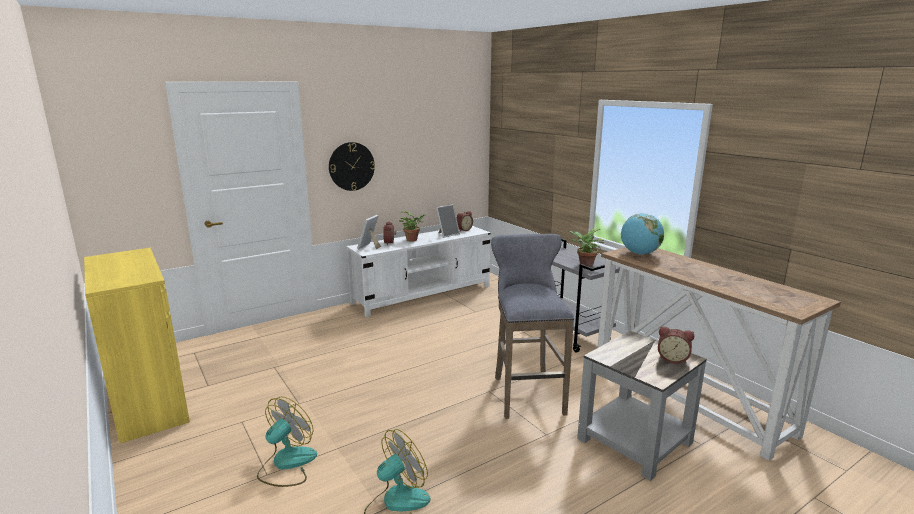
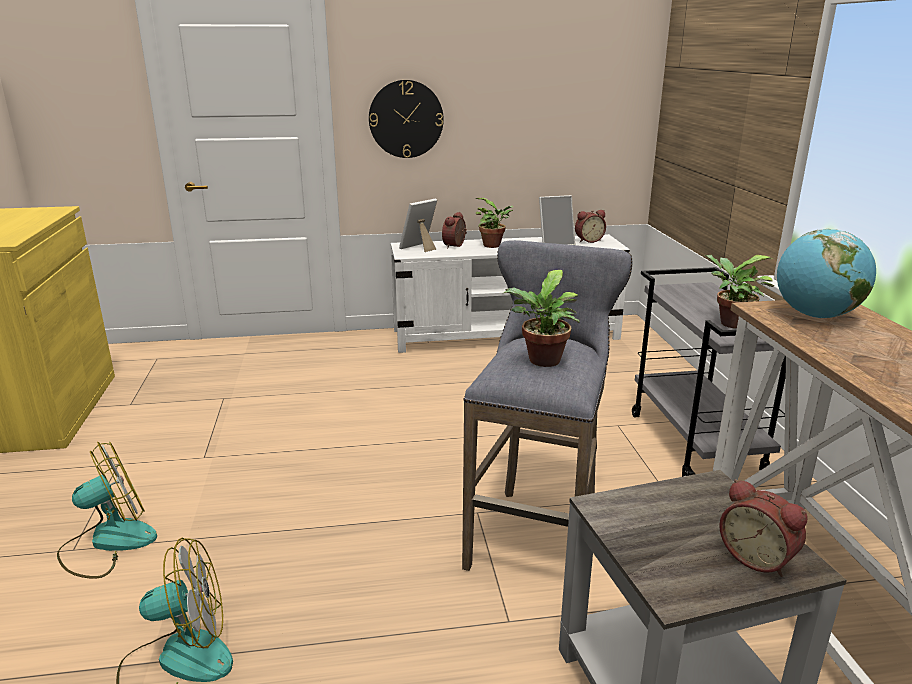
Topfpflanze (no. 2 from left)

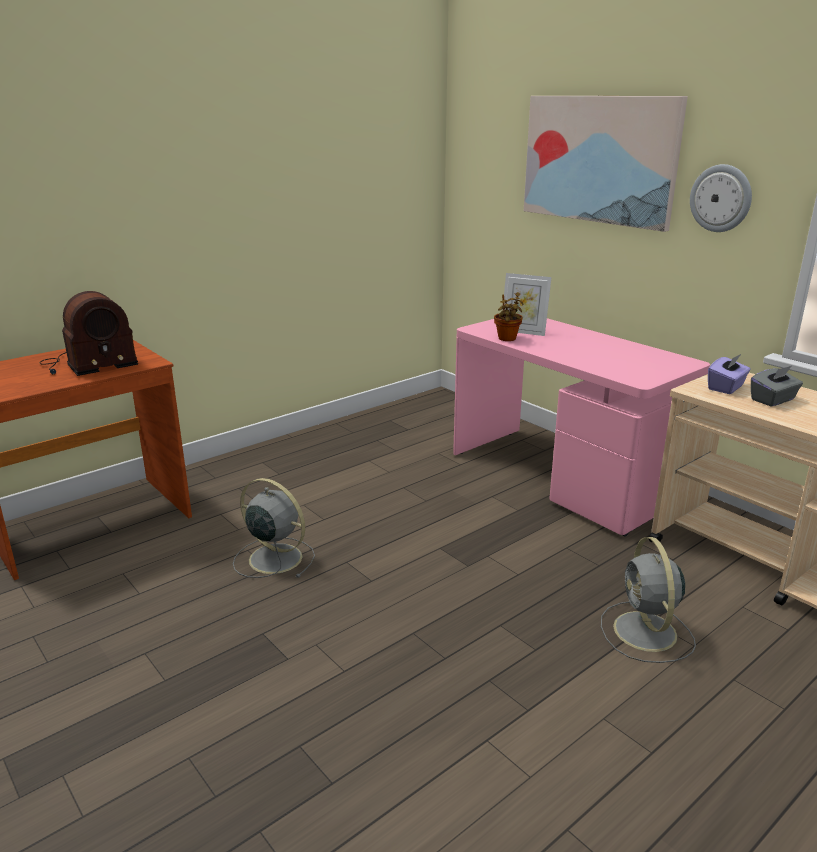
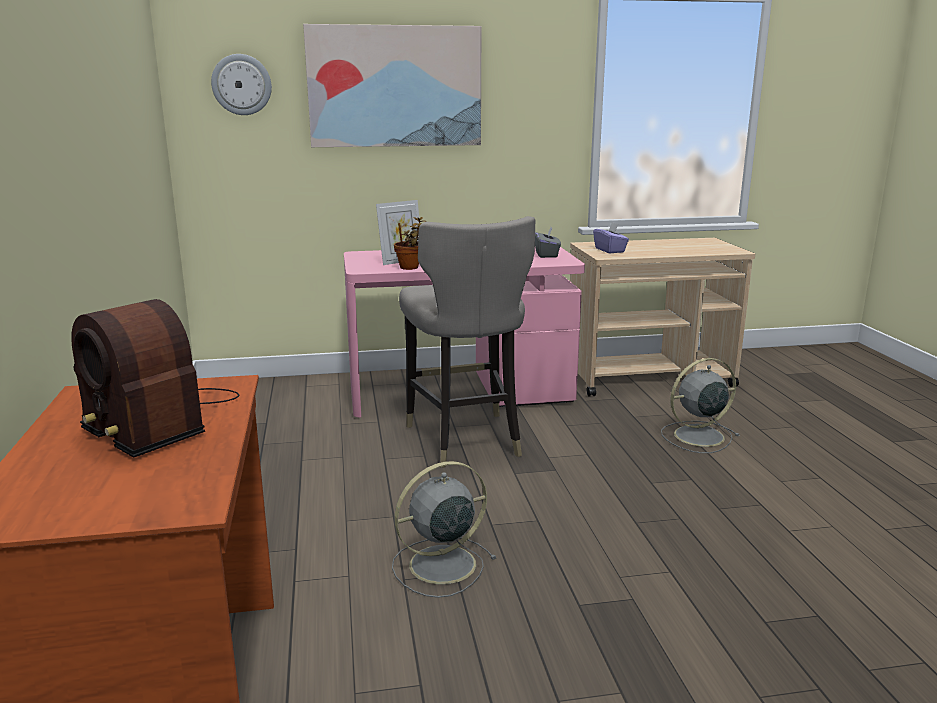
Hocker/grau
Wanduhr
Taschentuchbox/grau
Radio
Ventilator/grau (no. 2 from left)

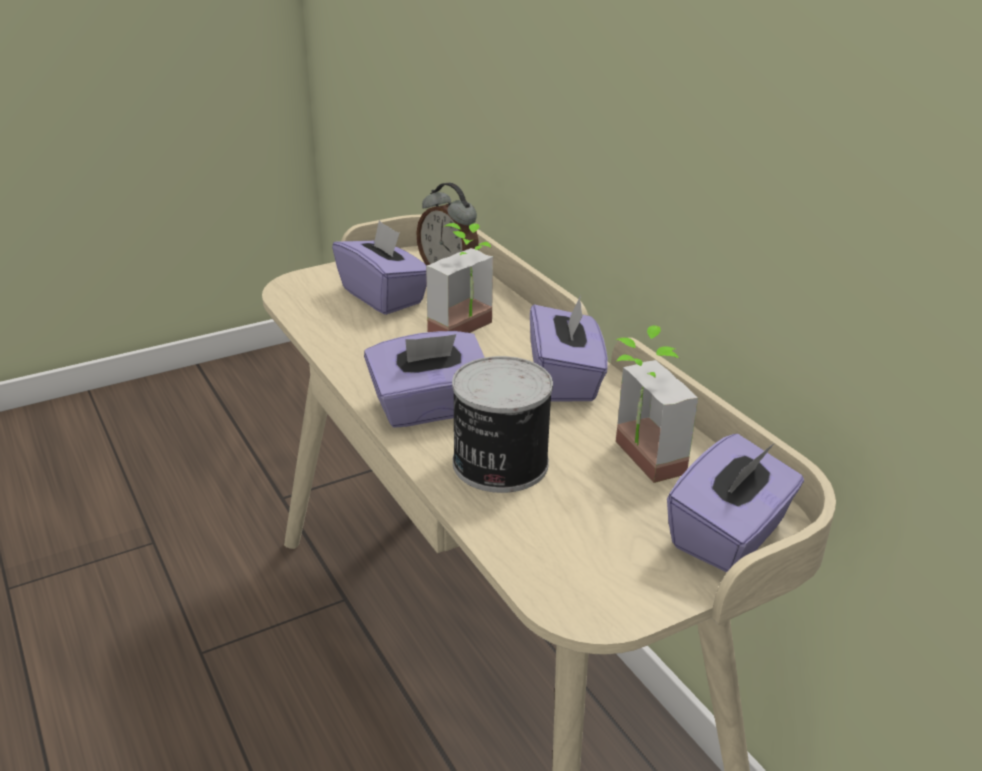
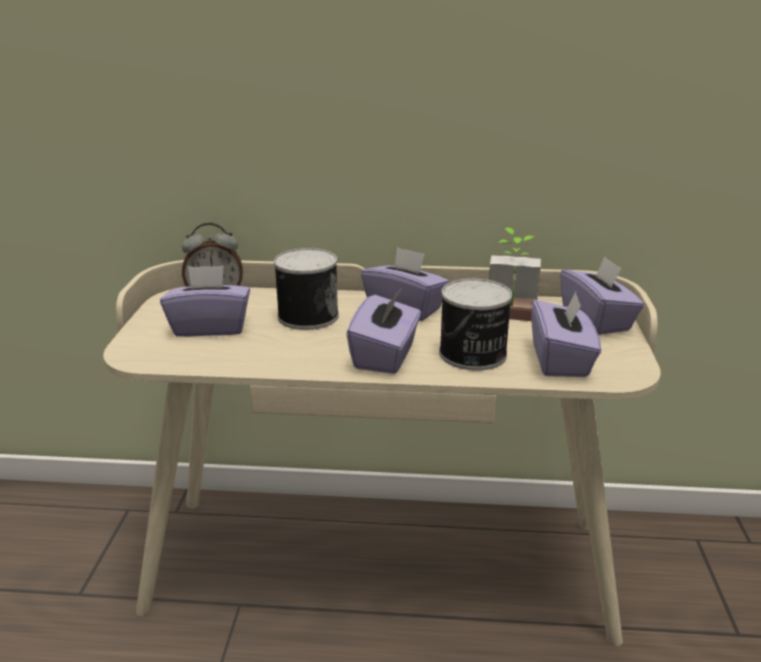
Taschentuchbox/lila (no. 4 from left)
Dose (no. 1 from left)

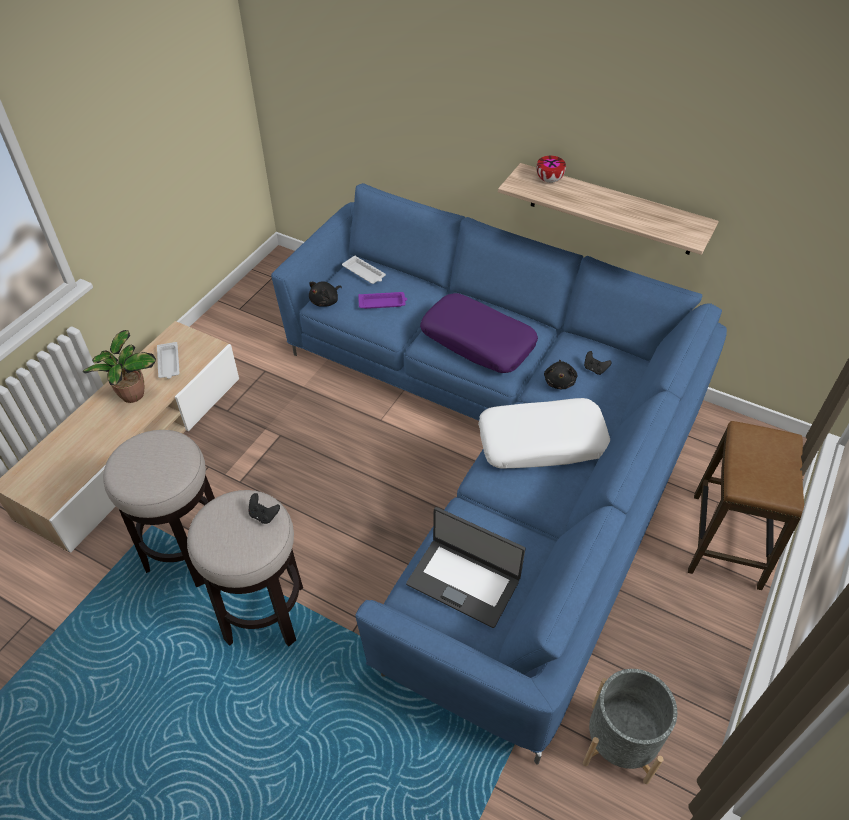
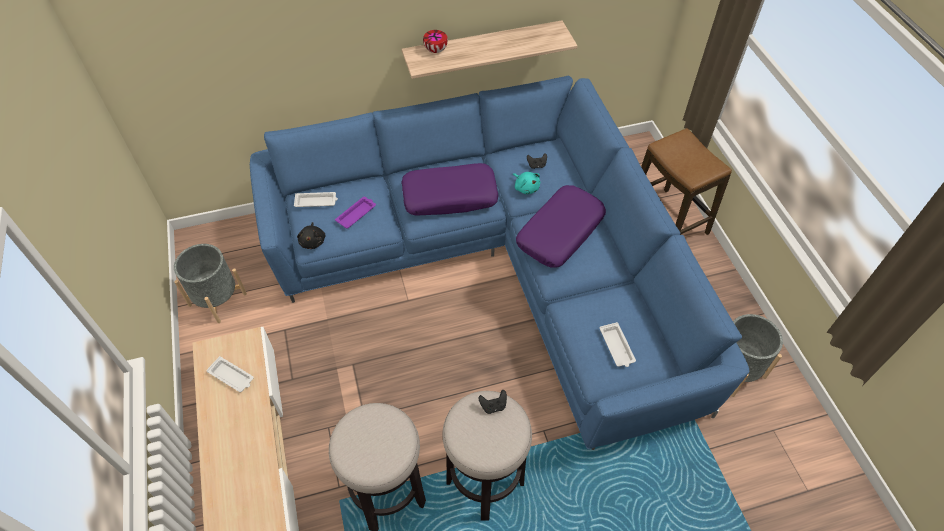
Topfpflanze
Pflanzkübel/grau (no. 1 from left)
Tablett/weiß (no. 3 from left)
Kissen/lila (no. 2 from left)
Plüschtier/türkis

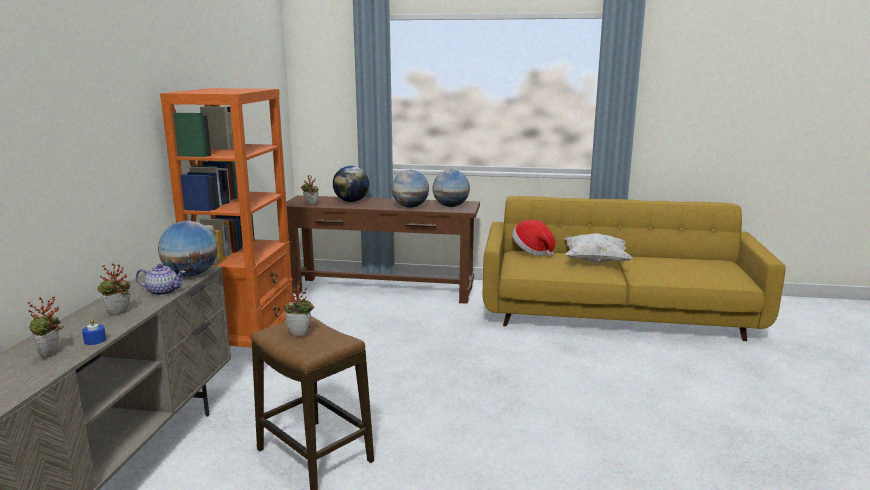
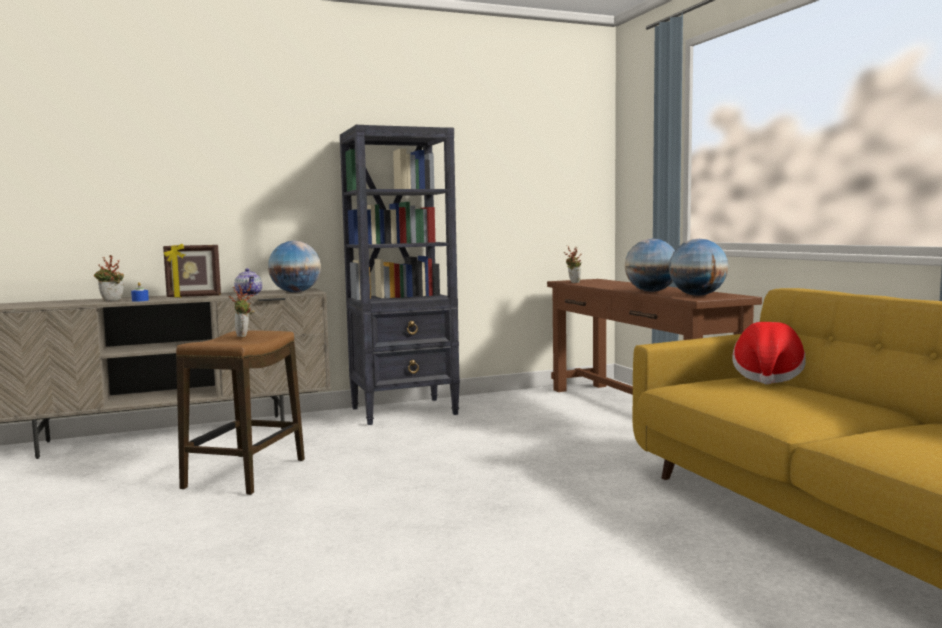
Globus (no. 2 from left in the first image)
Kissen/weiß
Bilderrahmen
Bücherregal/schwarz

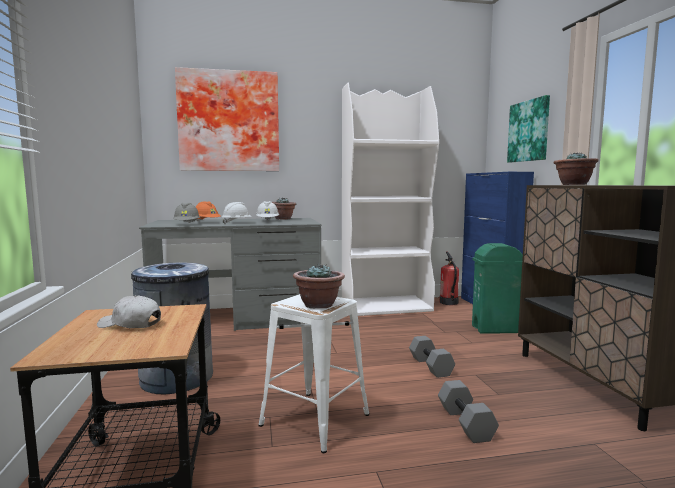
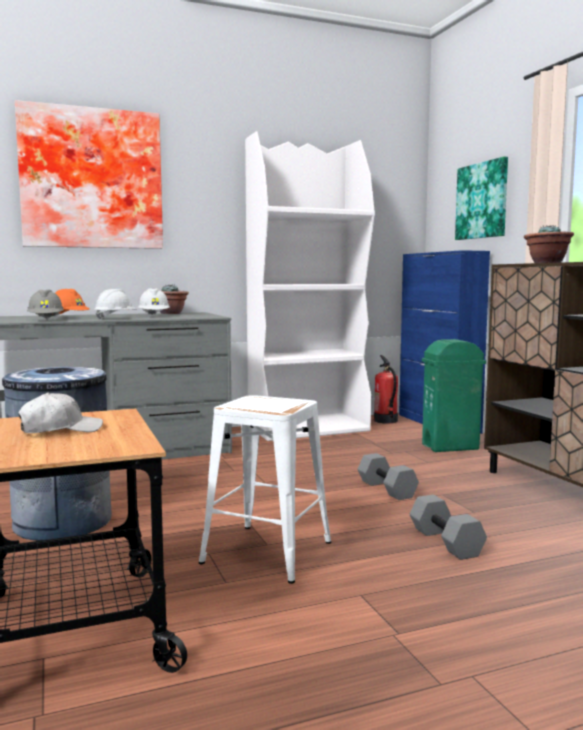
Topfpflanze (no. 2 from left in the first image)
Kappe/weiß

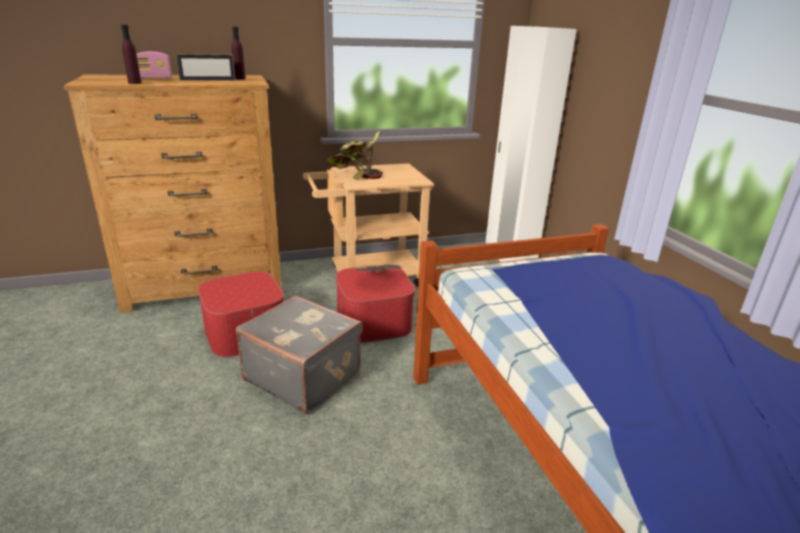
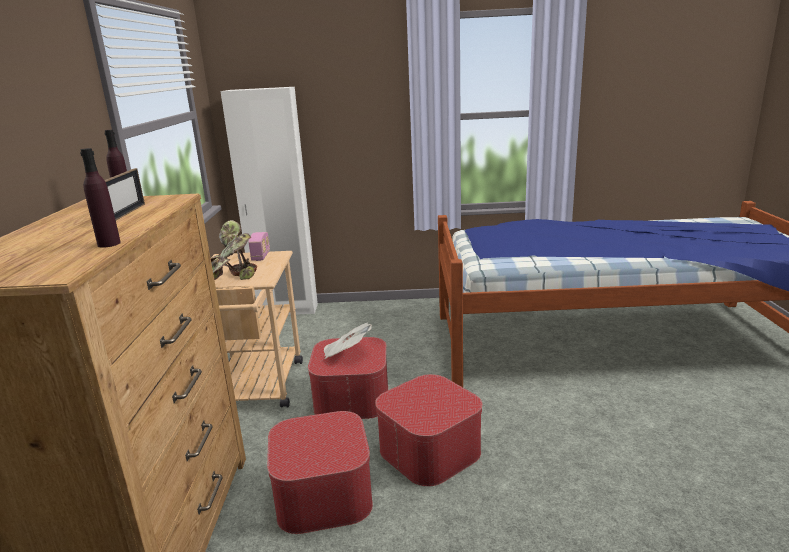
Radio
Polsterhocker (no. 3 from left)

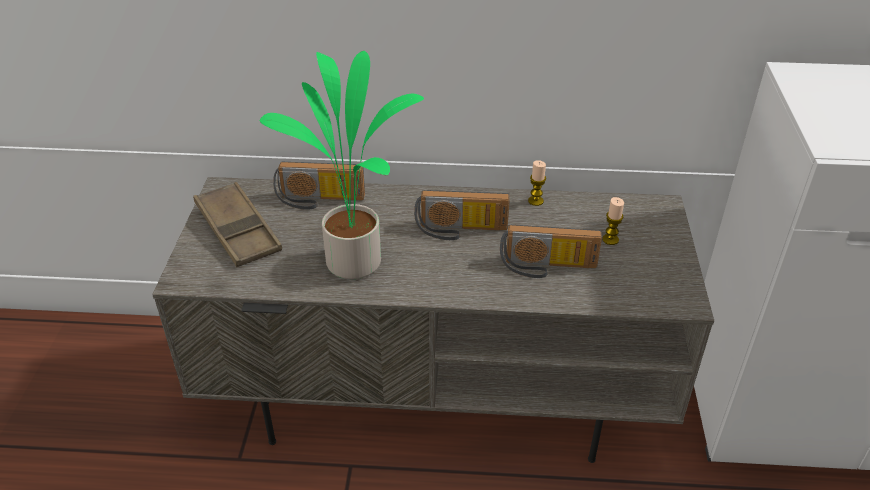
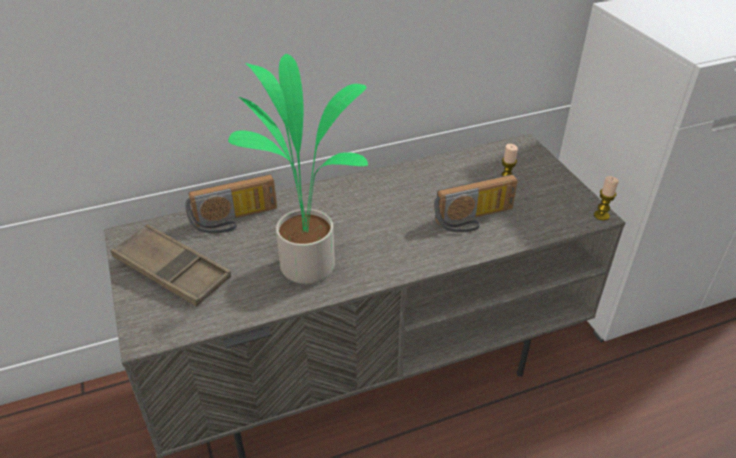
Radio (no. 2 from left in the first image)
Kerze (no. 2 from left)

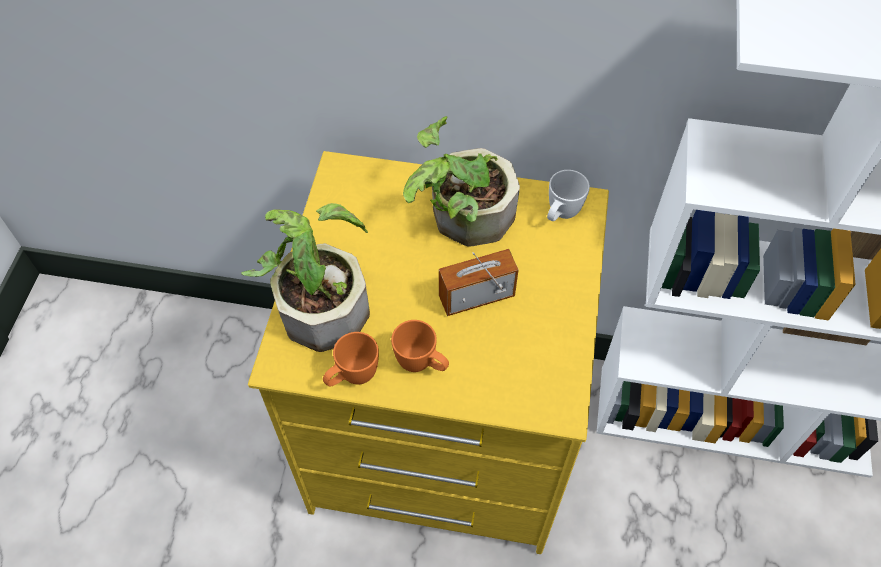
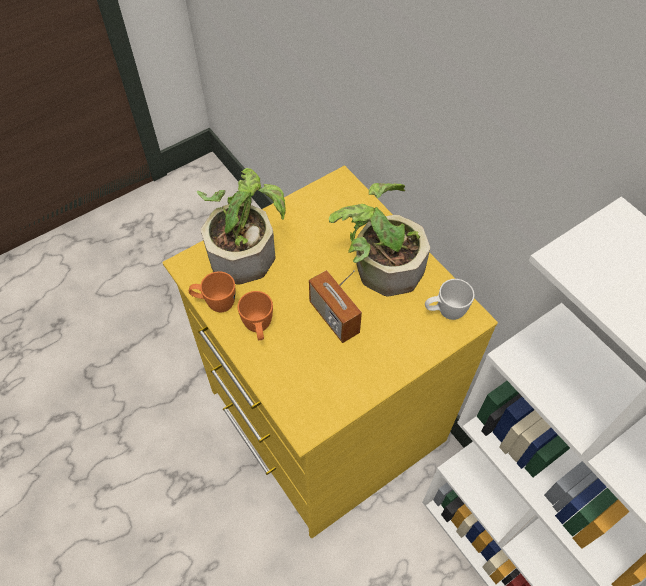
Radio

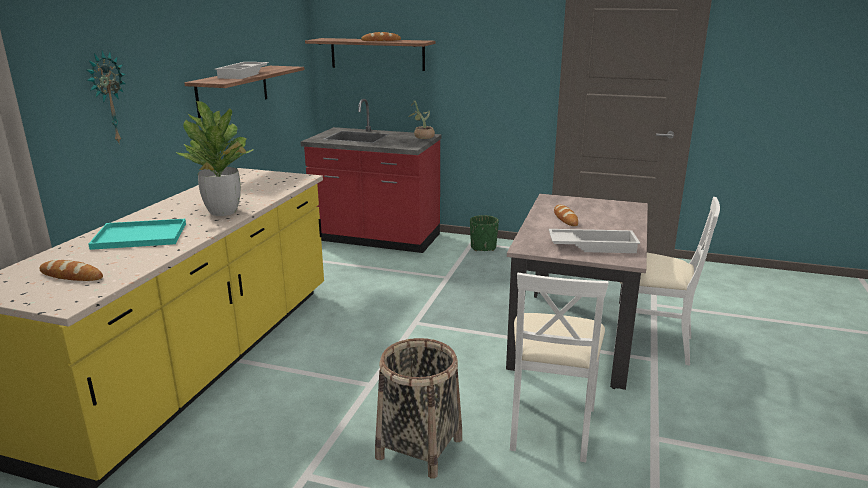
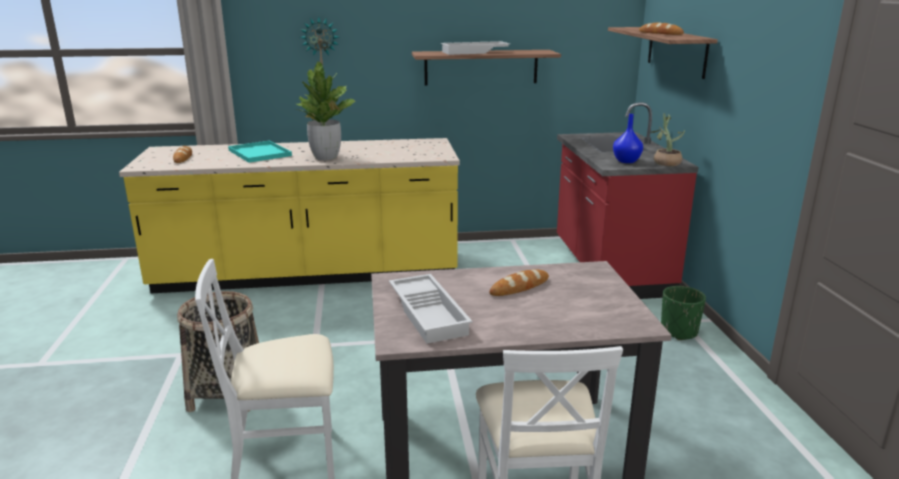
Vase/blau

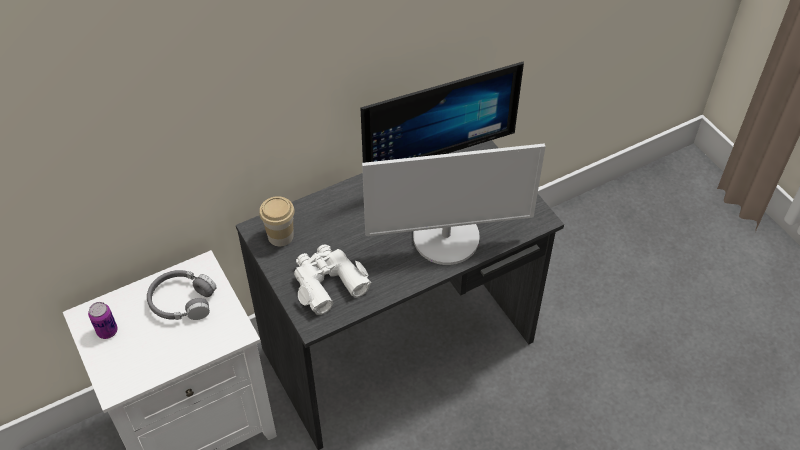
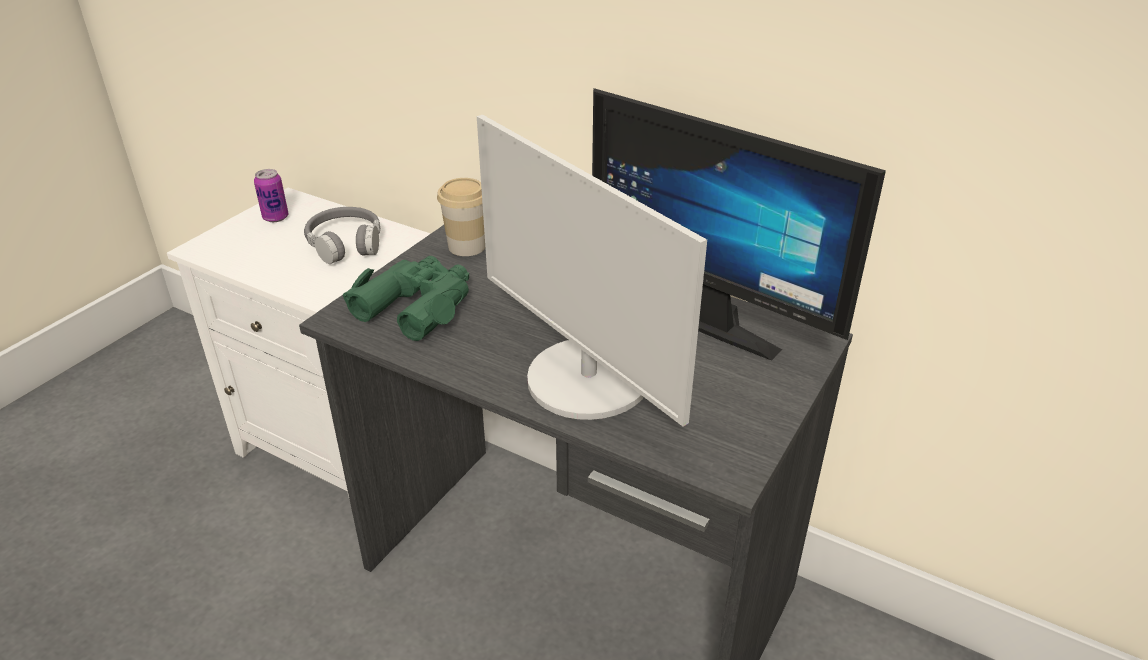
Fernglas/grün

